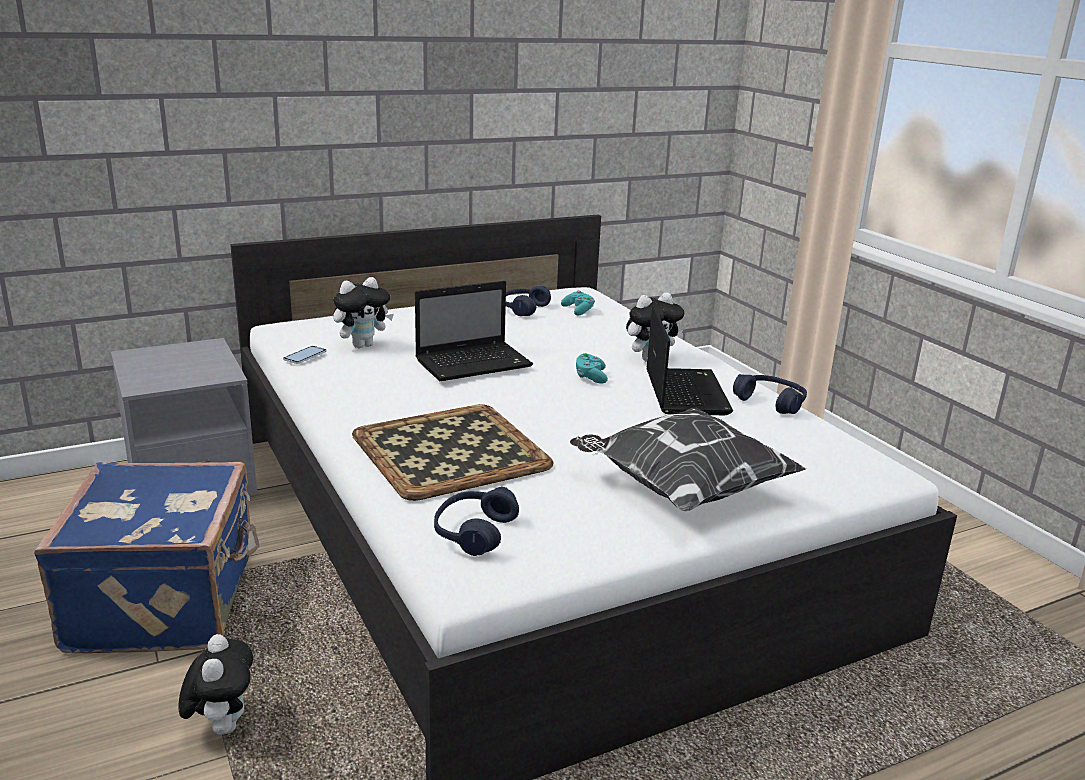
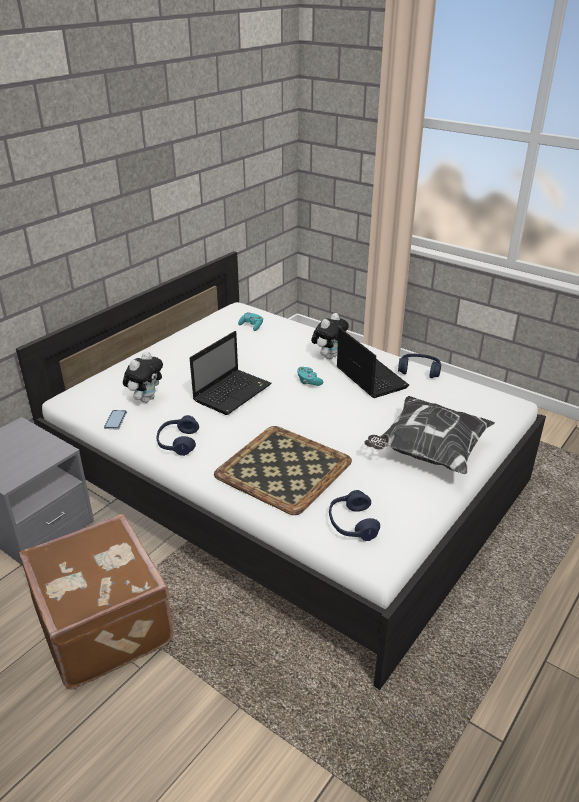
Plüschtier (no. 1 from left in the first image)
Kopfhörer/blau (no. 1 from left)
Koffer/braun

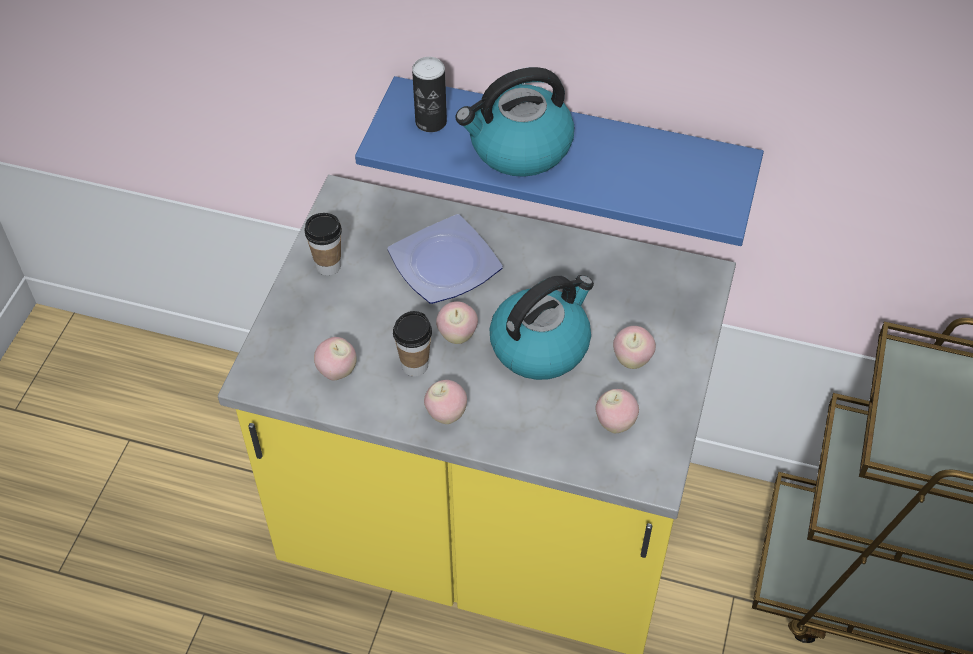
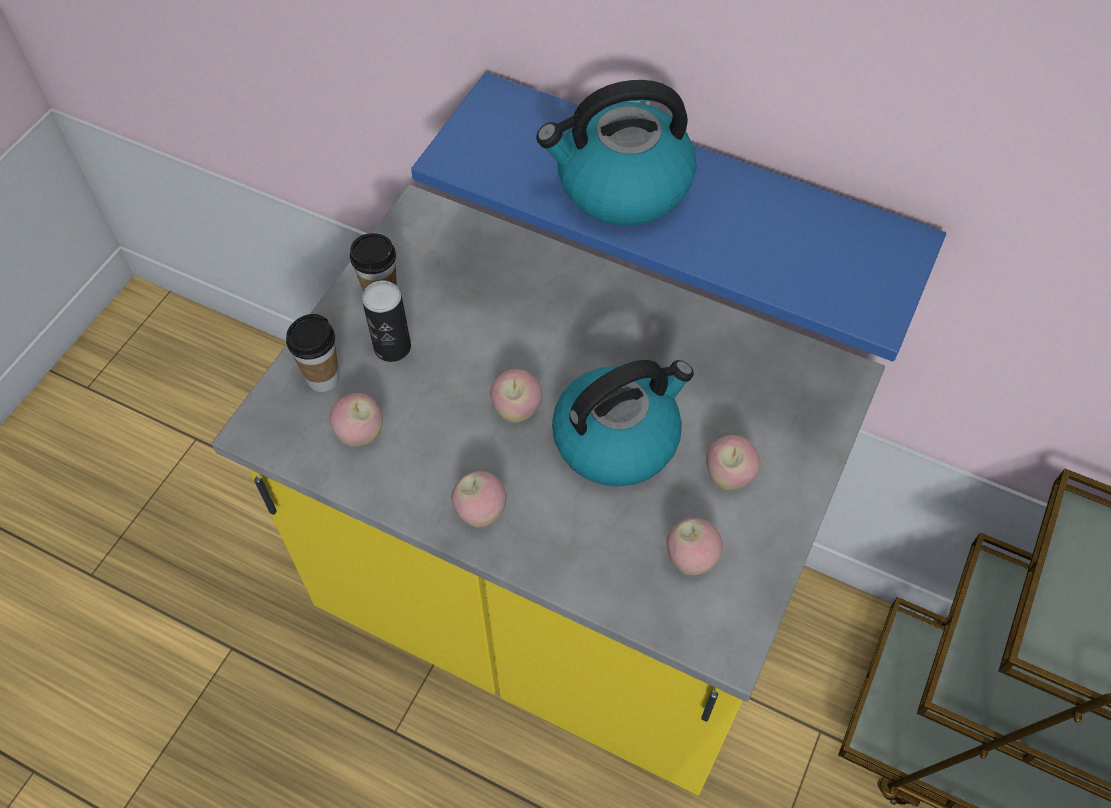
Teller
Tasse (no. 1 from left)
Dose

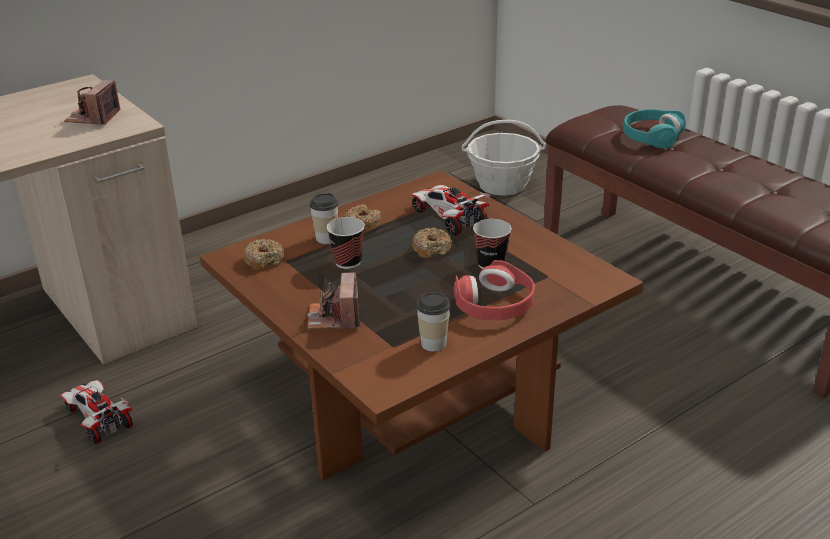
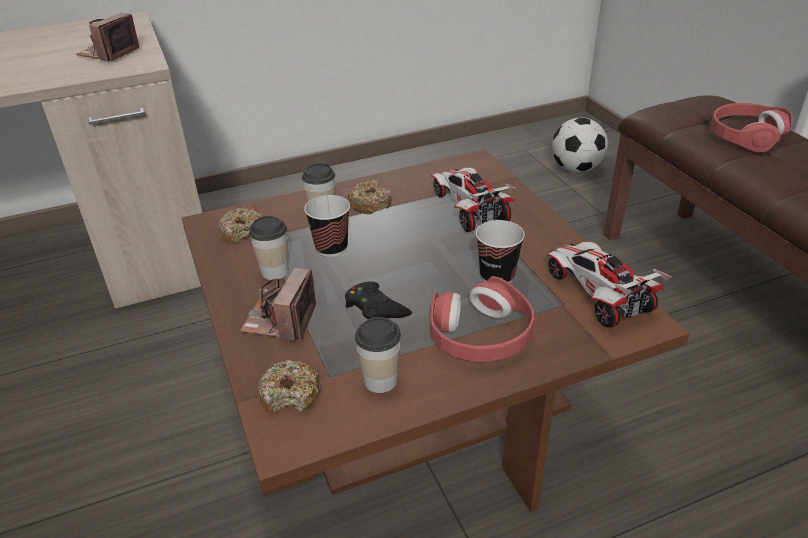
Tasse (no. 1 from left)
Gamepad/schwarz
Spielzeugauto (no. 2 from left)
Donut (no. 2 from left)
Fußball
Kopfhörer/rot (no. 2 from left)

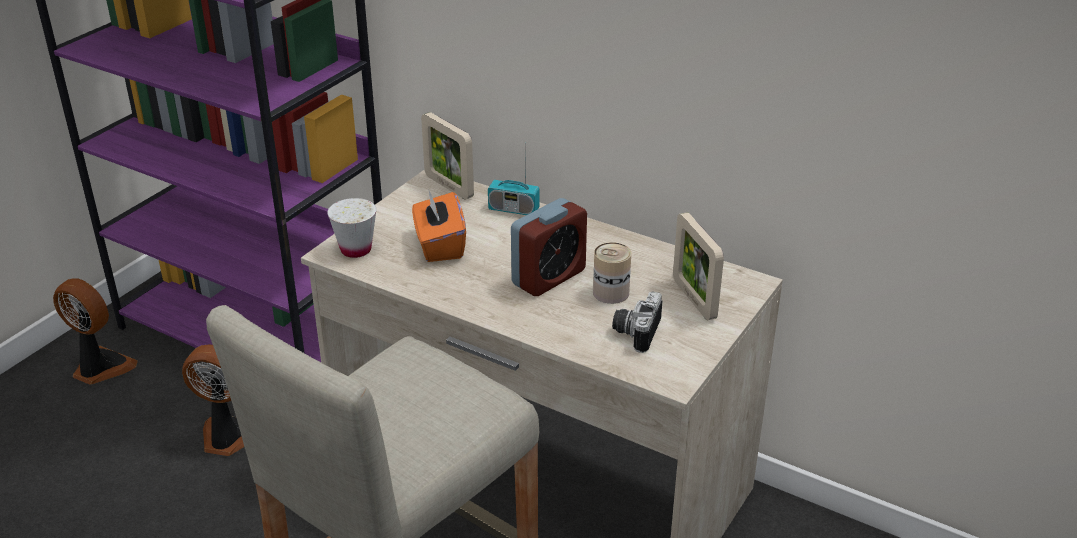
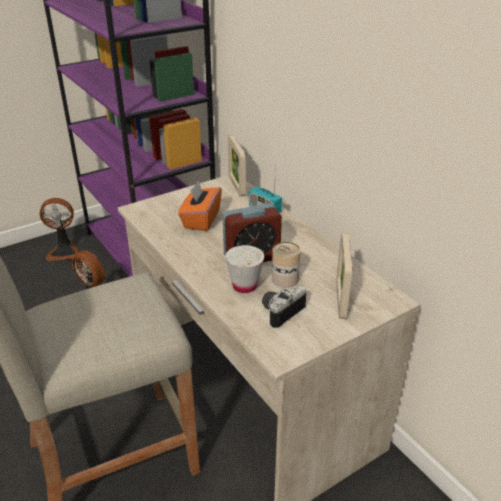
Tasse/weiß
Ventilator (no. 1 from left)

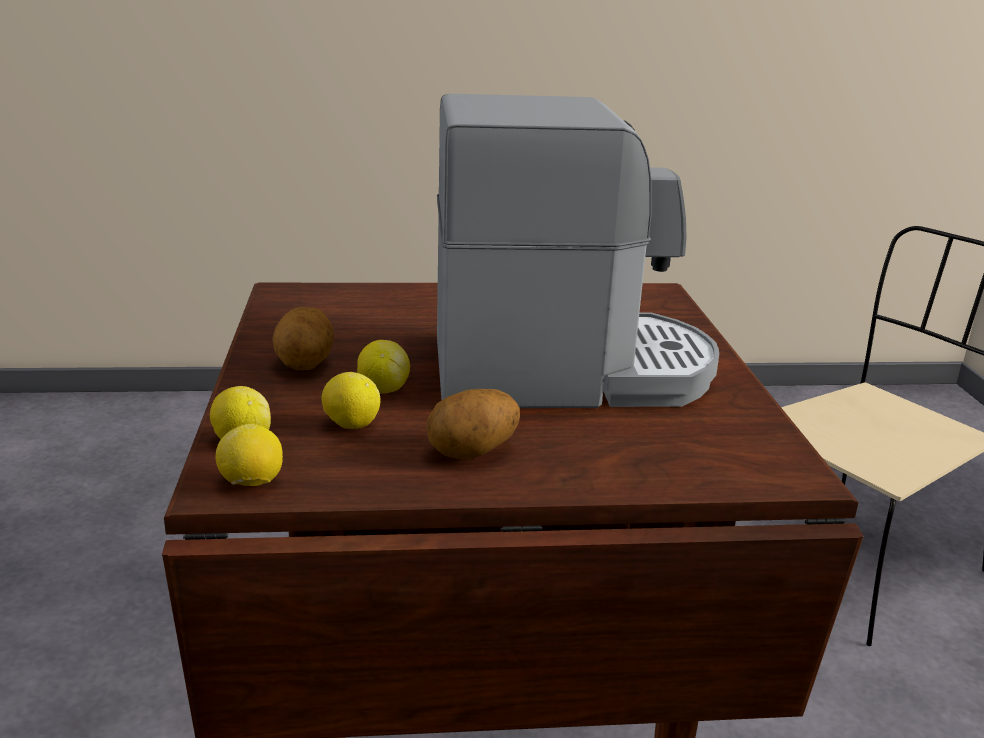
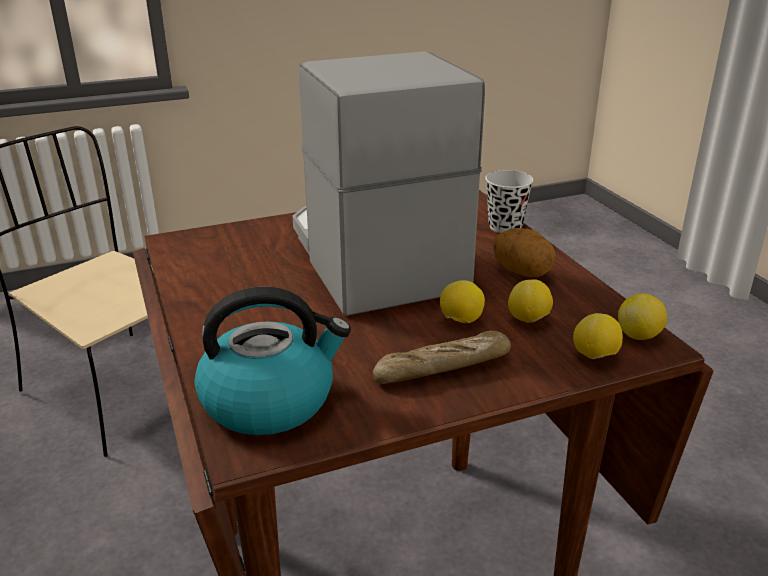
Wasserkessel
Tasse/schwarz
Brot

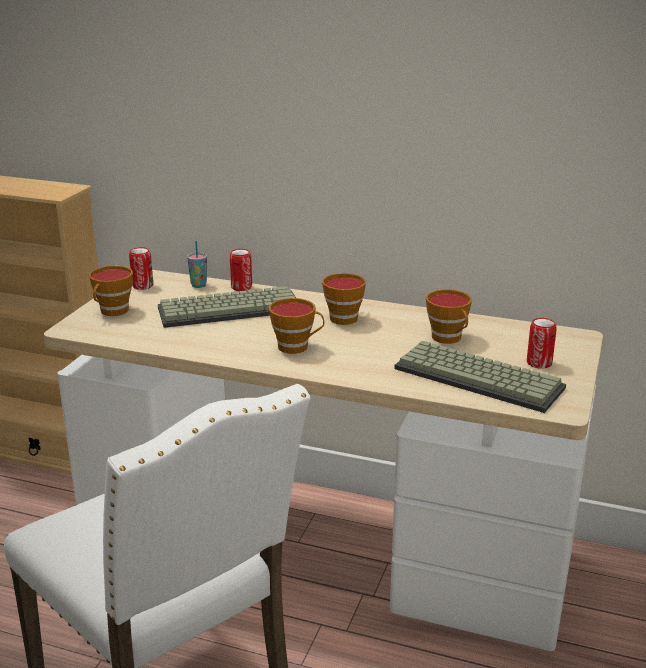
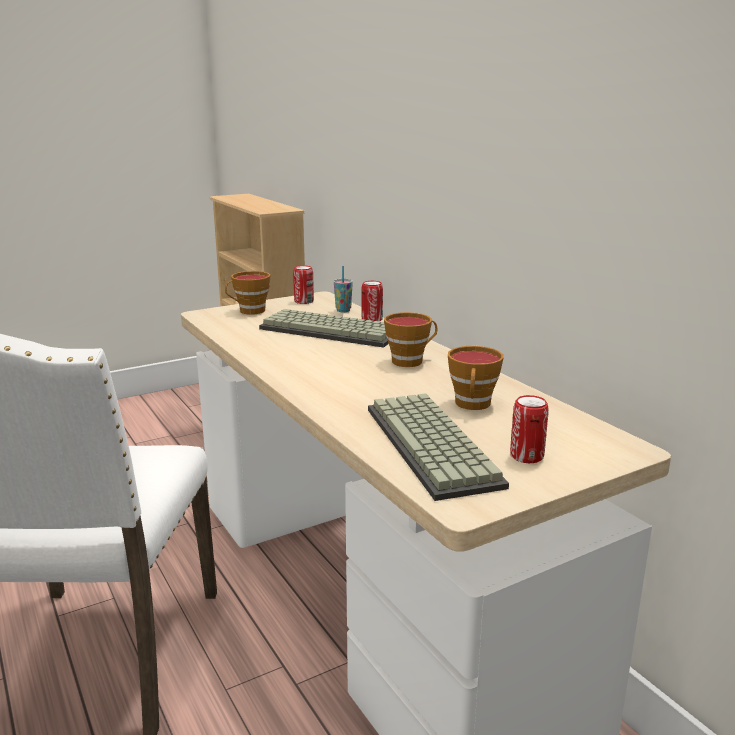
Tasse (no. 3 from left in the first image)

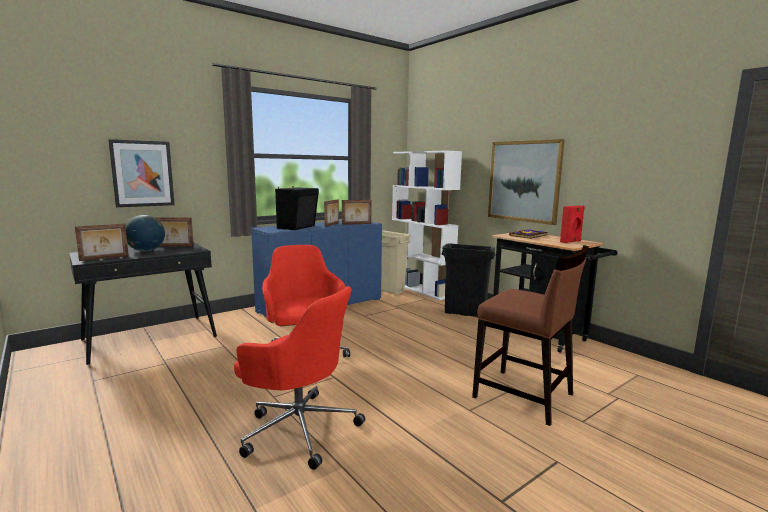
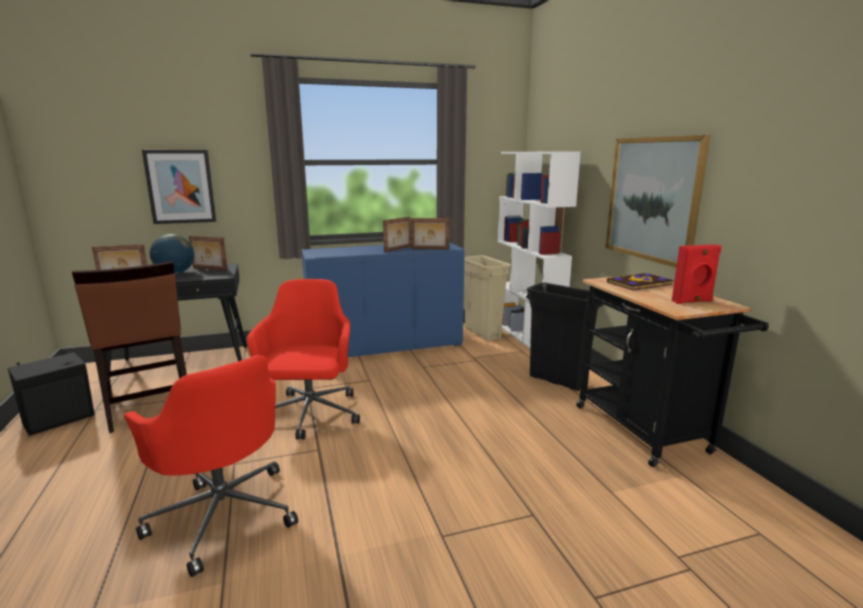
Lautsprecher/schwarz
Stuhl/braun

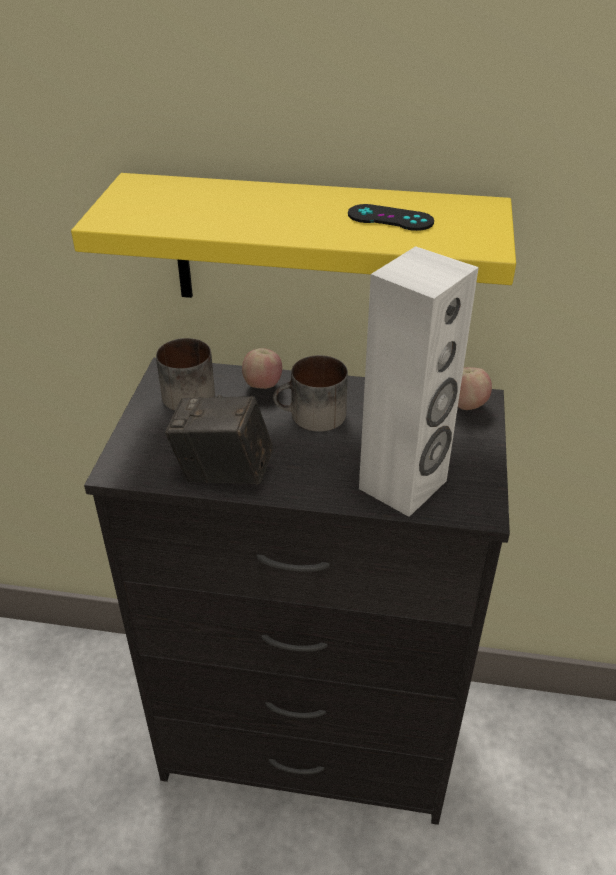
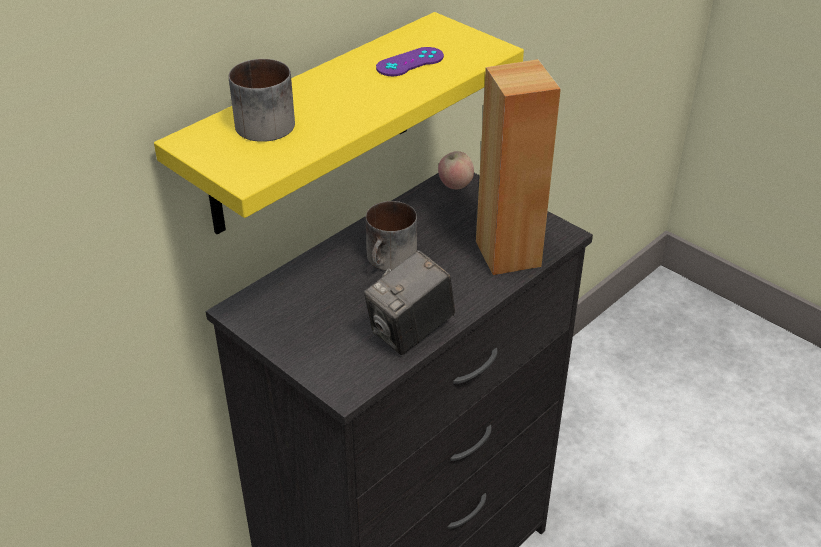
Apfel (no. 1 from left in the first image)
Henkelbecher (no. 1 from left)
Gamepad/lila
Lautsprecher/braun

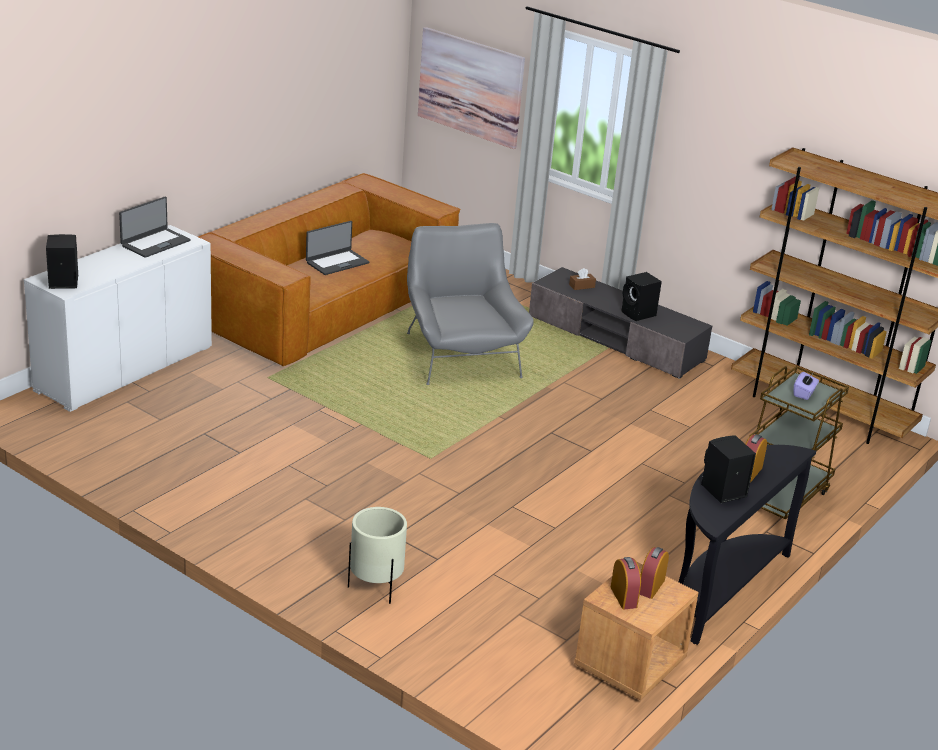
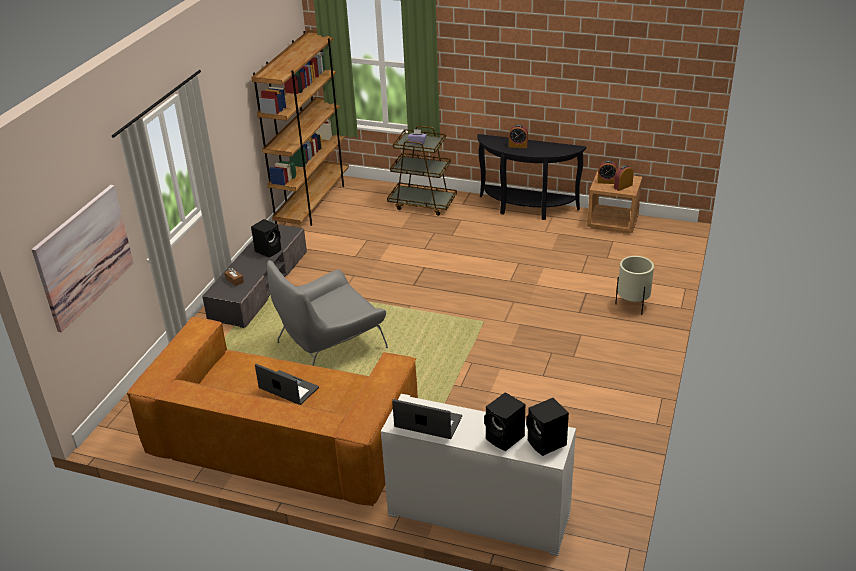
Lautsprecher/schwarz (no. 2 from left)

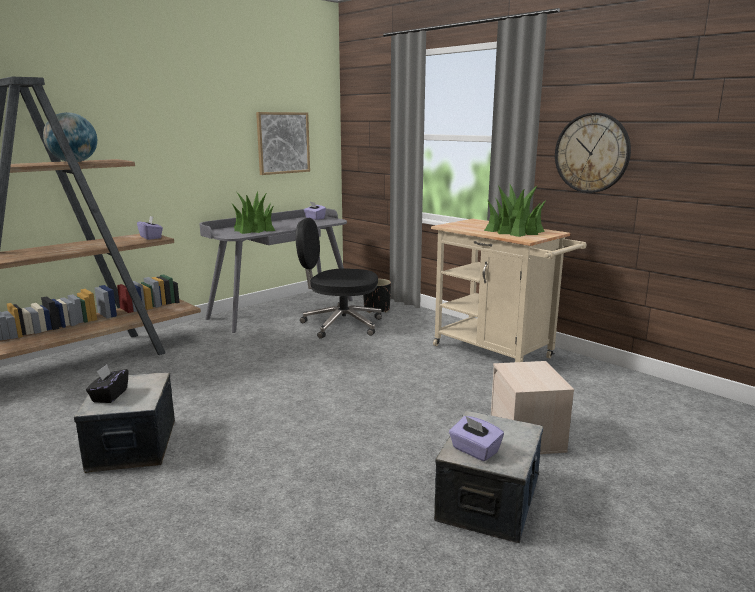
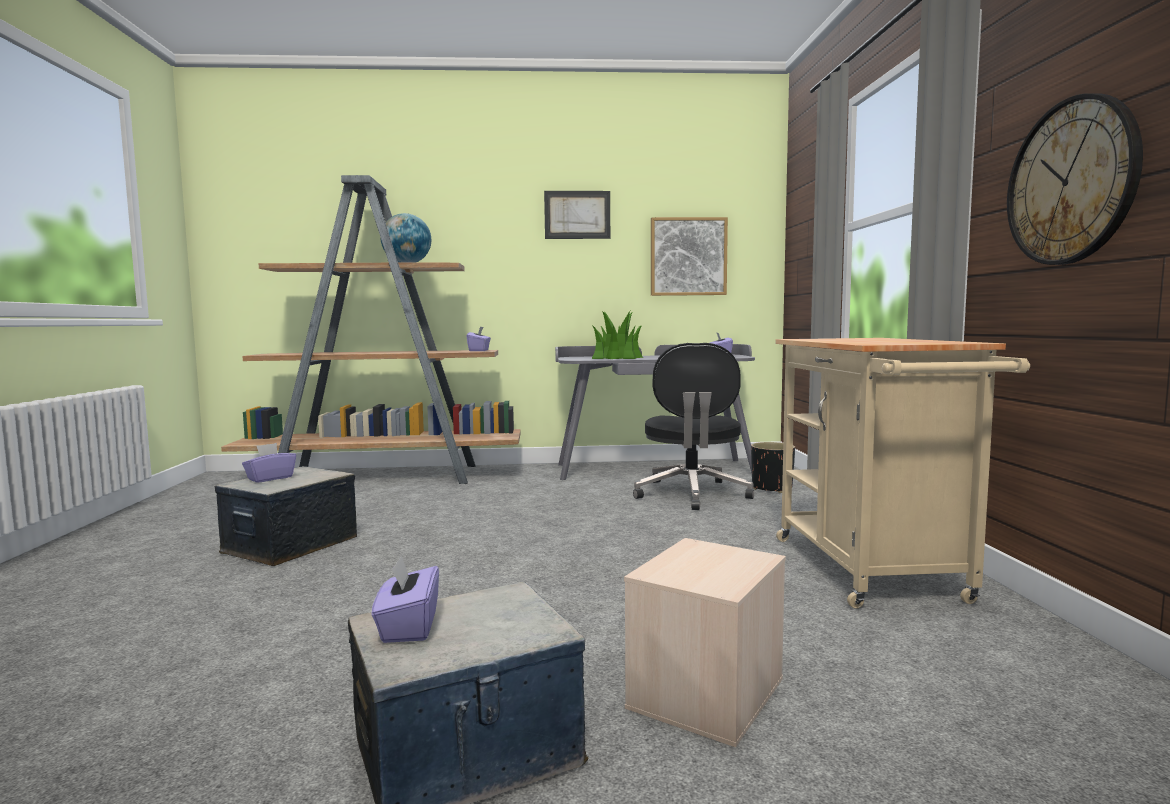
Topfpflanze (no. 2 from left in the first image)
Bild (no. 1 from left)
Taschentuchbox/lila (no. 1 from left)
Bürostuhl/schwarz

